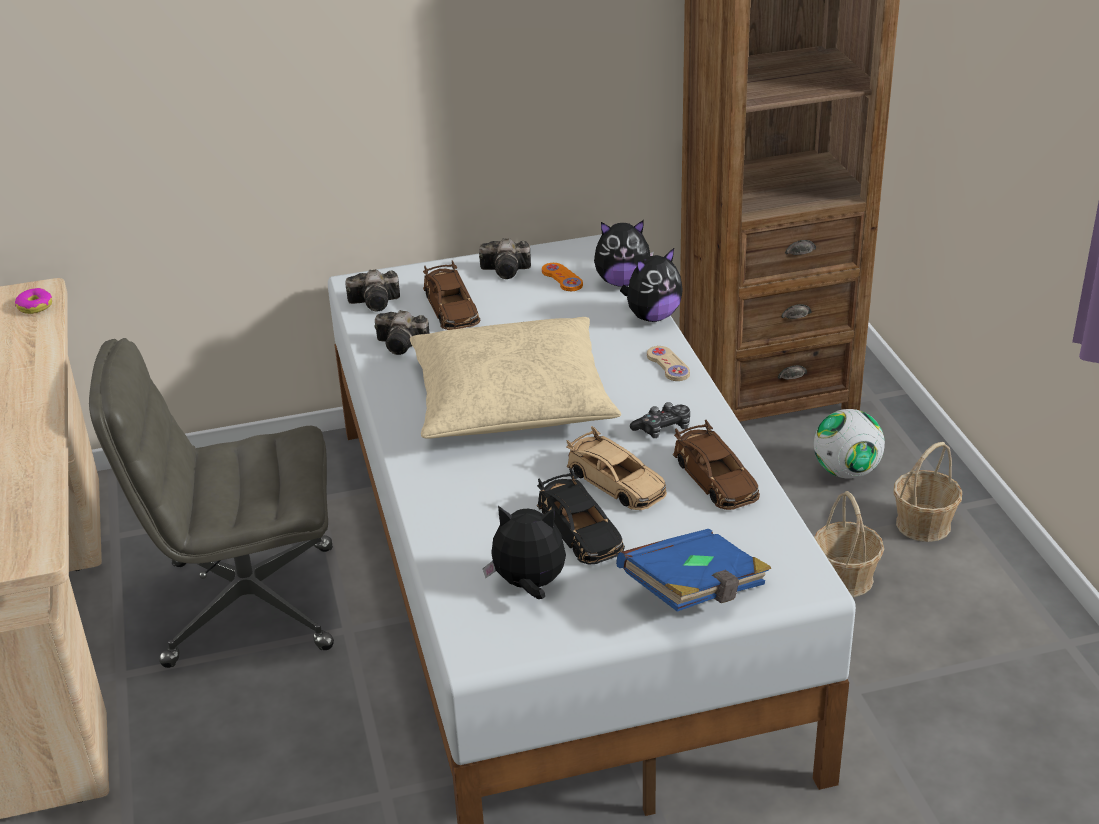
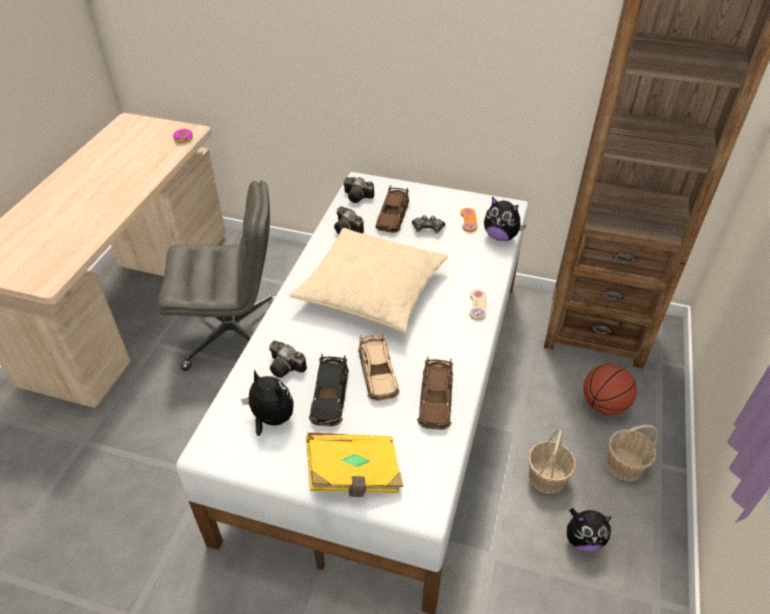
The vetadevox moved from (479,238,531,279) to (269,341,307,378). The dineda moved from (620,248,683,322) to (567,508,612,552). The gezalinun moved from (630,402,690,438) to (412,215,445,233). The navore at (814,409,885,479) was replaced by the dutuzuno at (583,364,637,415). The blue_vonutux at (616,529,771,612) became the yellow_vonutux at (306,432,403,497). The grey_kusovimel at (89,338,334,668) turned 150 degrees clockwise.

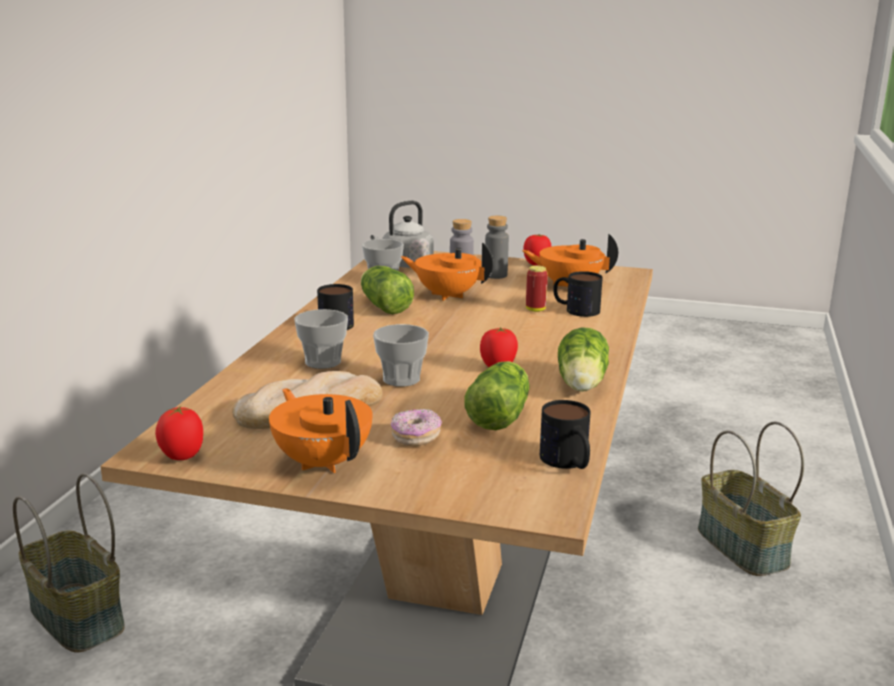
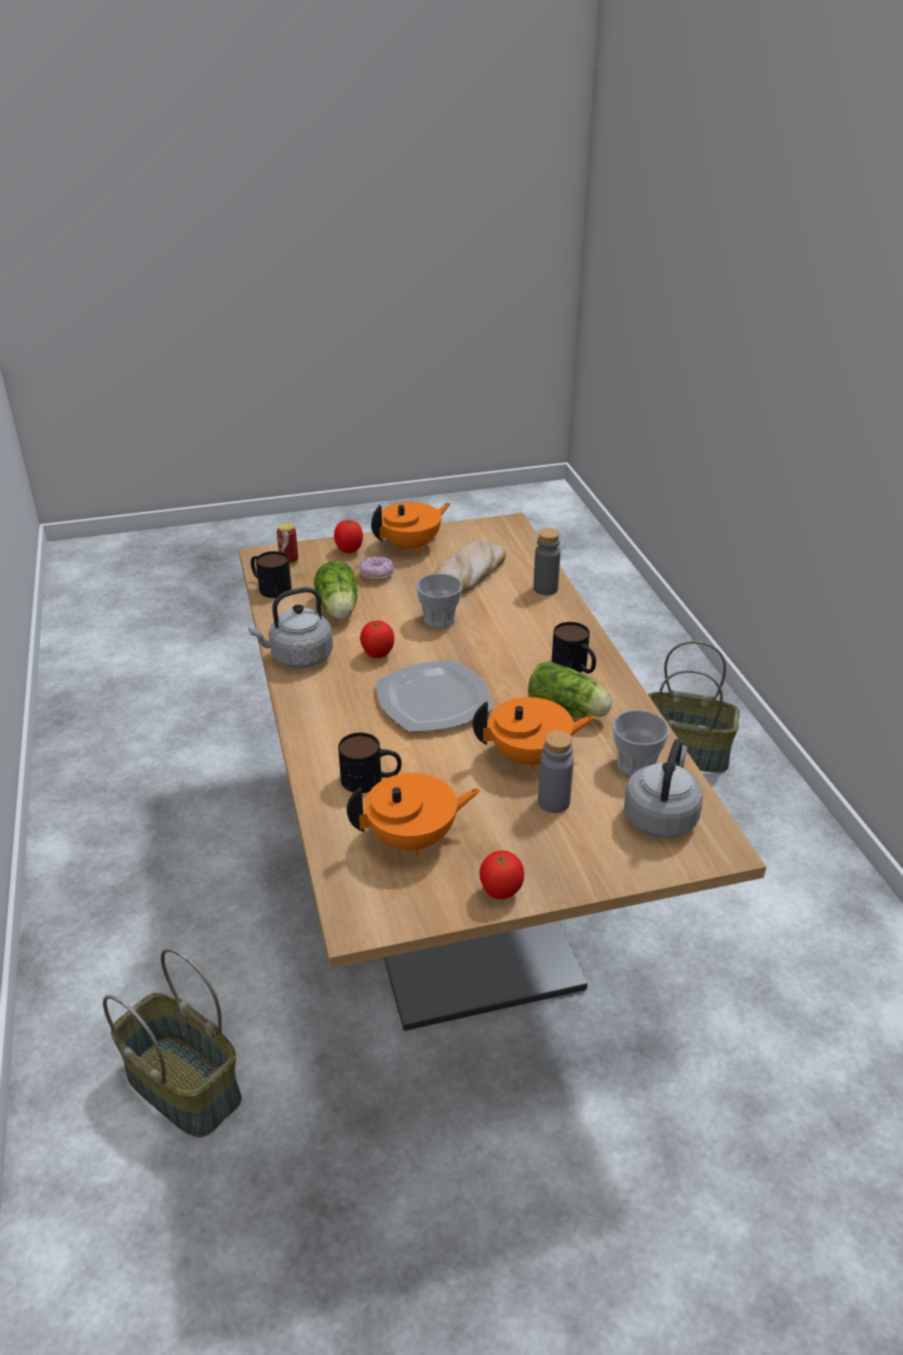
The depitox at (295,309,348,369) disappeared. The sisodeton at (376,660,494,732) appeared. The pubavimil moved from (155,406,203,460) to (334,520,363,553). The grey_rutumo moved from (485,216,509,279) to (533,528,560,595). The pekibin moved from (526,266,548,312) to (277,523,298,565). The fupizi at (558,327,609,392) was replaced by the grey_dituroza at (249,587,333,668). The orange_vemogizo at (269,388,372,473) turned 60 degrees counterclockwise.

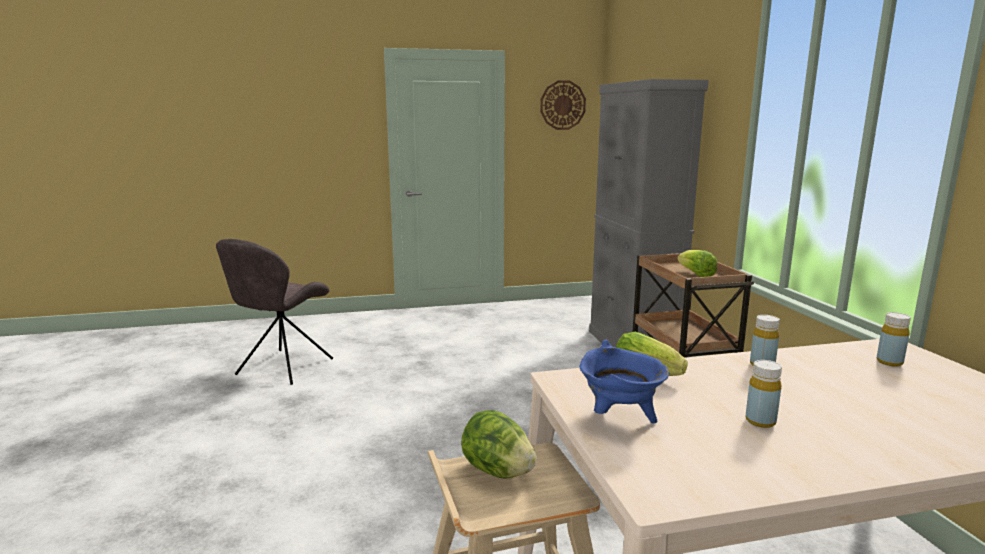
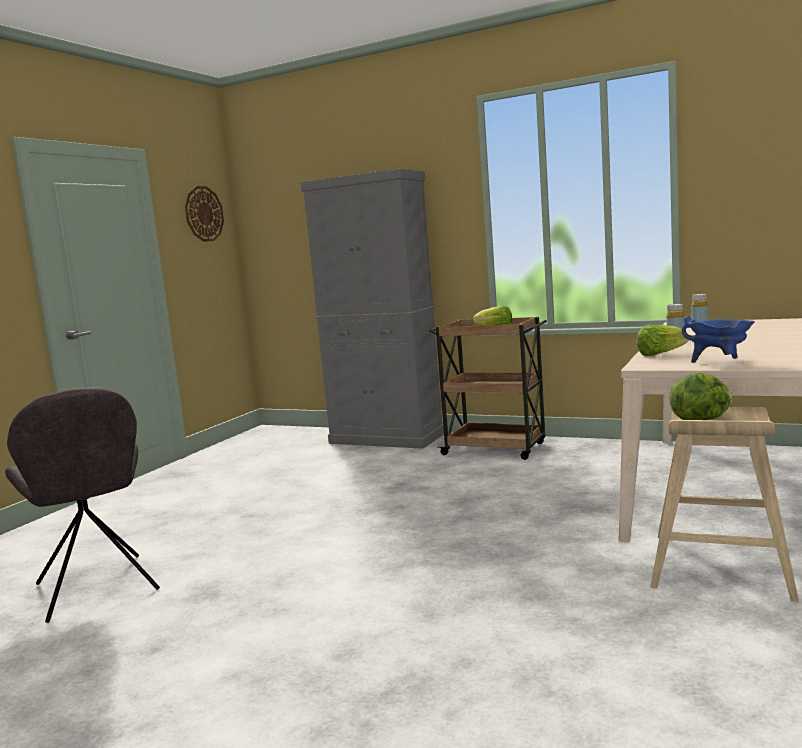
The yellow_rutumo at (745,360,782,428) disappeared.

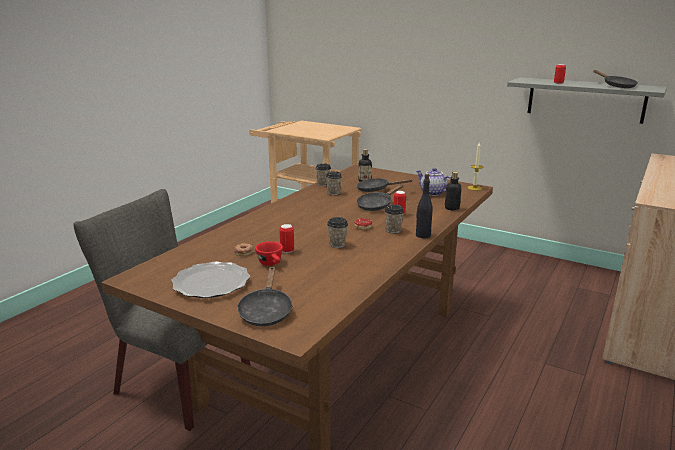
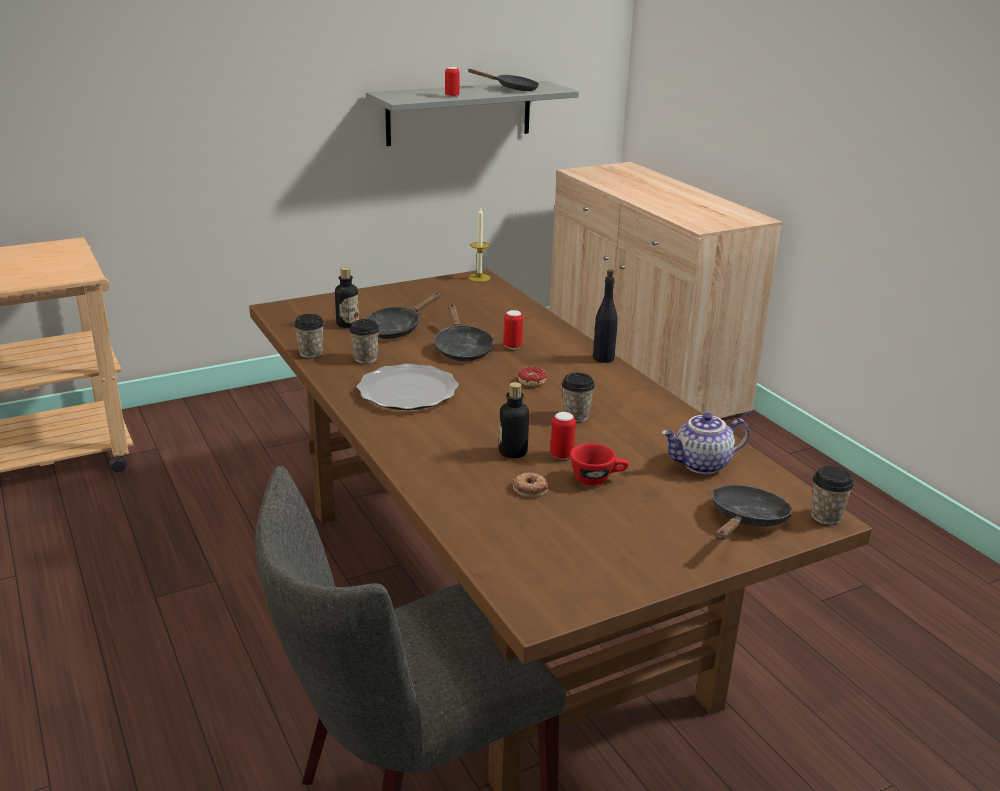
The sisodeton moved from (171,261,250,298) to (356,364,459,410). The depitox moved from (384,204,404,233) to (811,466,854,525). The vemogizo moved from (416,168,451,196) to (661,413,750,474). The rutumo moved from (445,172,462,211) to (499,382,529,458). The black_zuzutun at (237,266,293,326) turned 90 degrees counterclockwise.

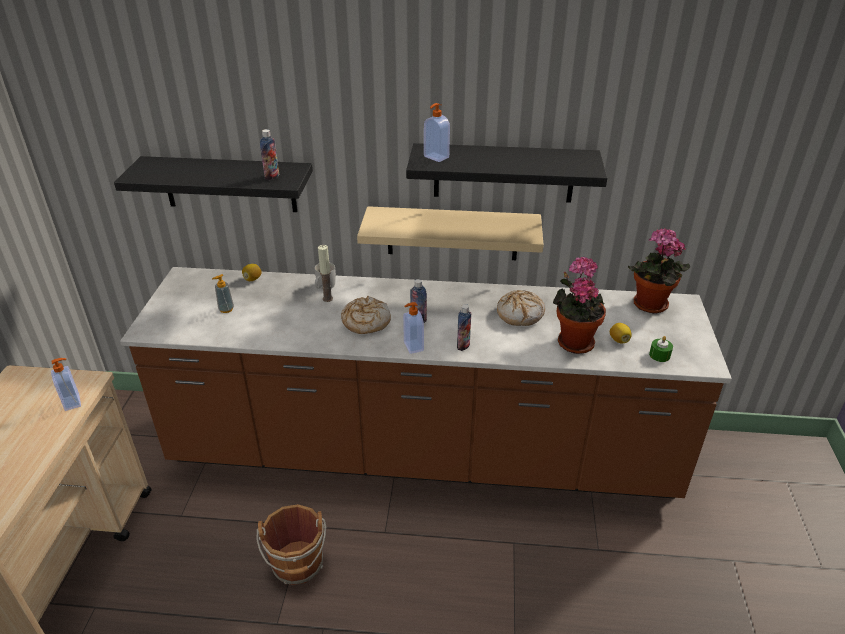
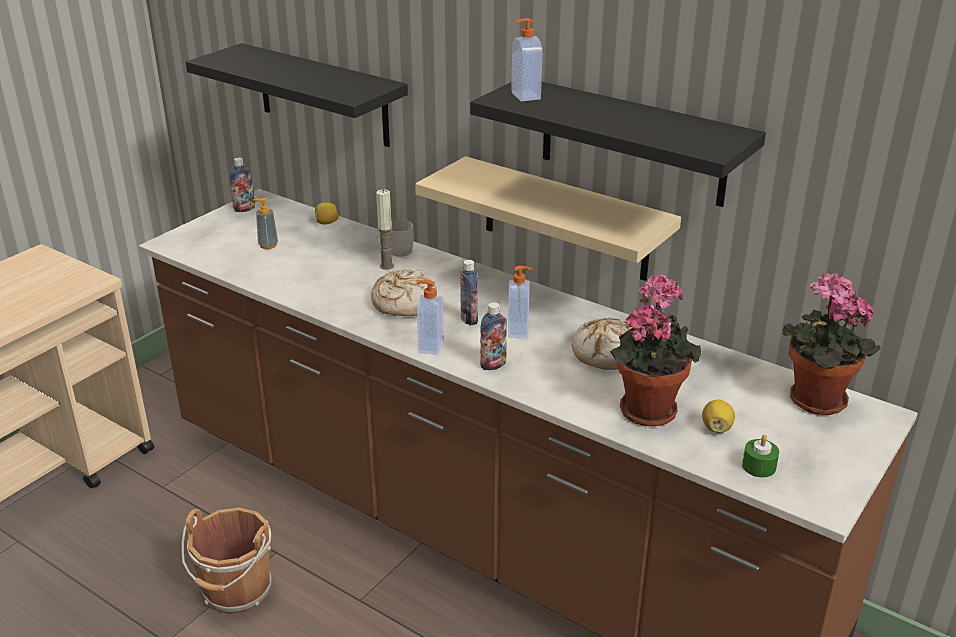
The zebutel moved from (51,358,81,411) to (508,266,532,338). The rutumo moved from (260,129,279,180) to (229,157,255,212).

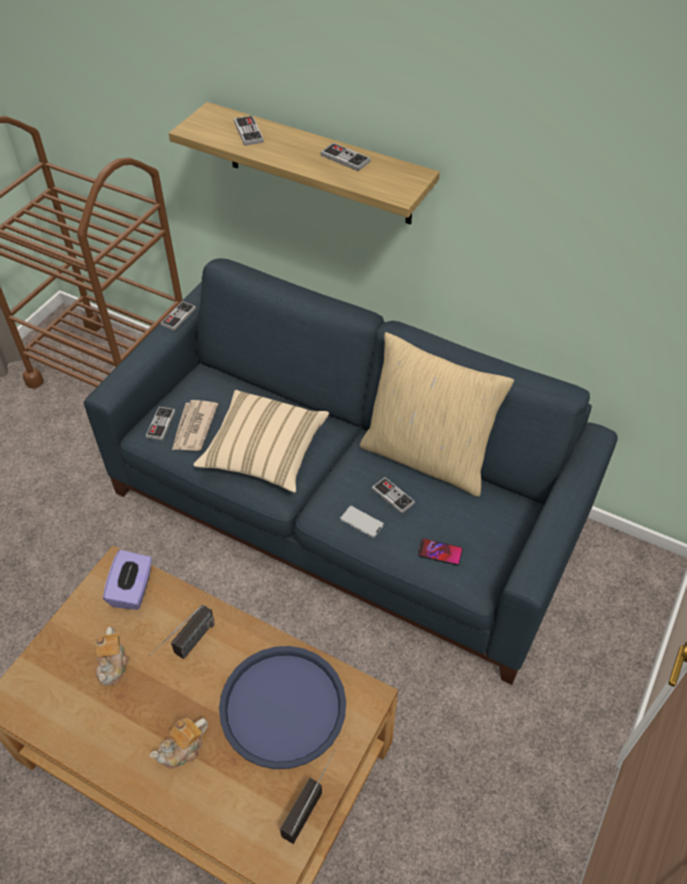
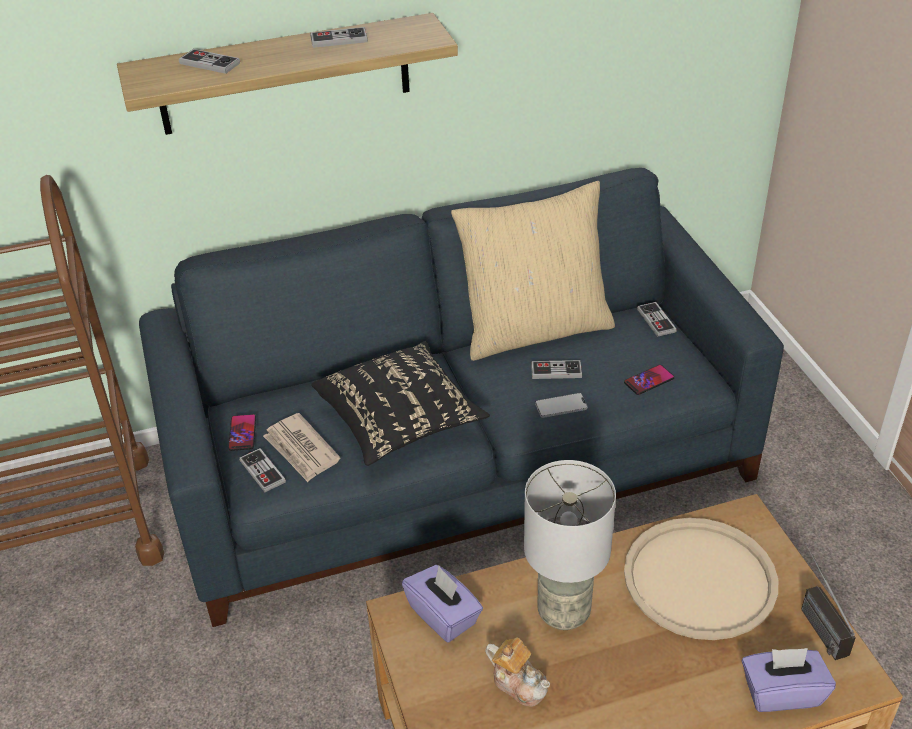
The vemogizo at (150,717,208,769) disappeared. The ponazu at (228,414,256,451) appeared. The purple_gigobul at (742,648,836,712) appeared. The gezalinun moved from (160,301,196,331) to (637,302,677,337). The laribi at (150,605,215,659) was replaced by the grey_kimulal at (524,460,616,630). The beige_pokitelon at (193,390,329,493) became the black_pokitelon at (311,341,490,466). The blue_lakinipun at (219,646,346,769) became the beige_lakinipun at (624,518,778,640).

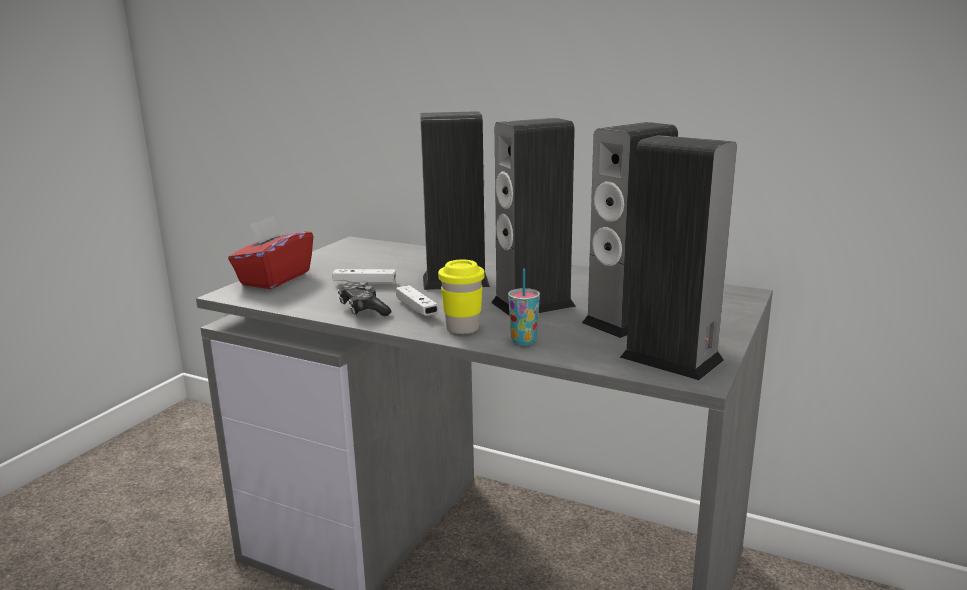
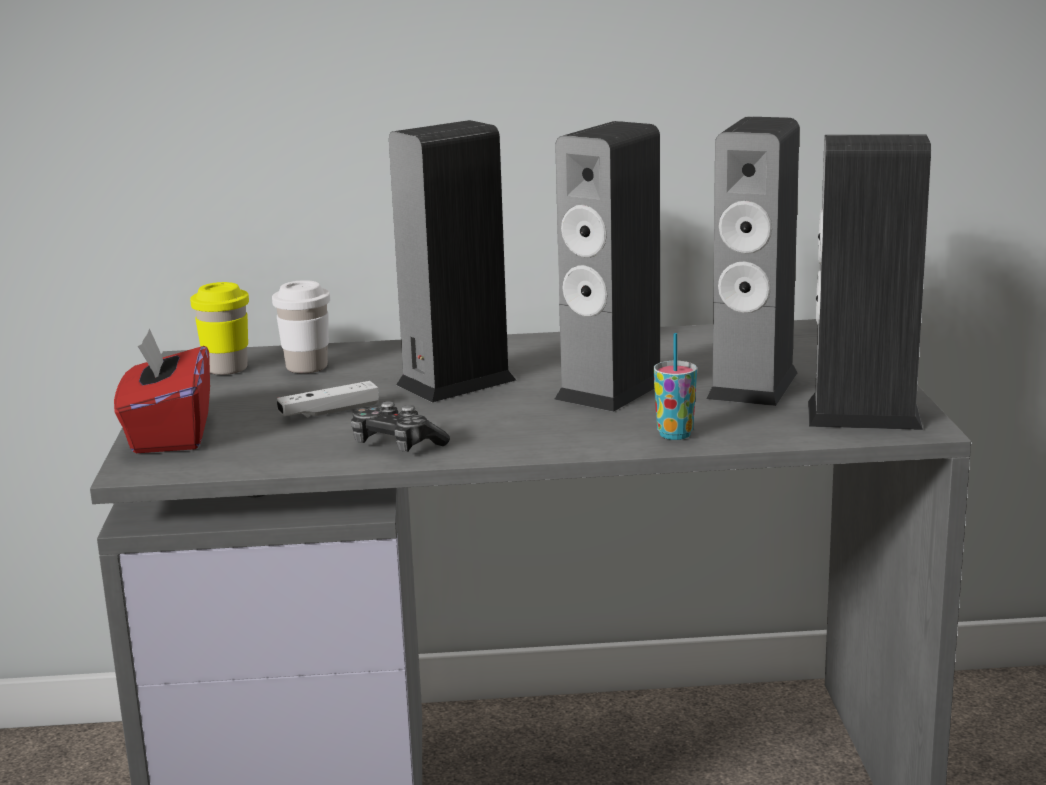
The white_gezalinun at (396,285,439,316) disappeared. The white_depitox at (272,280,330,373) appeared. The yellow_depitox moved from (438,259,485,334) to (190,282,249,375).

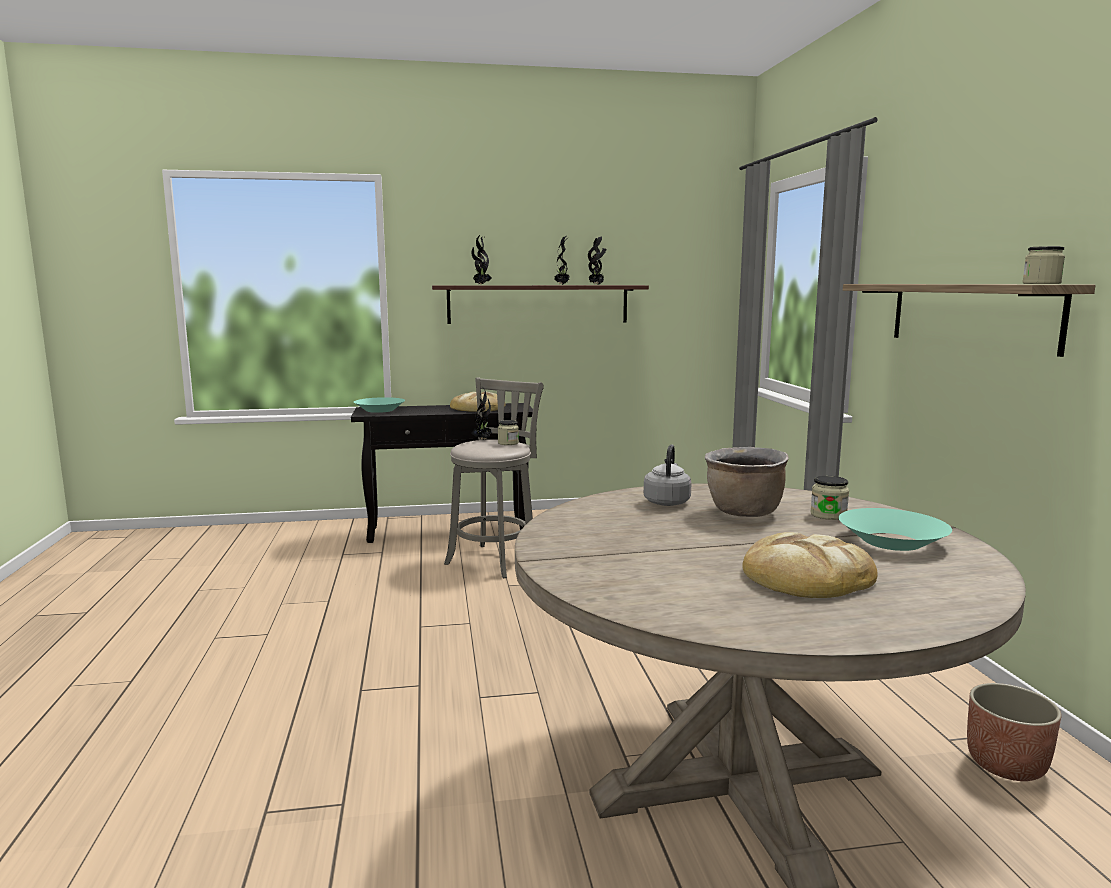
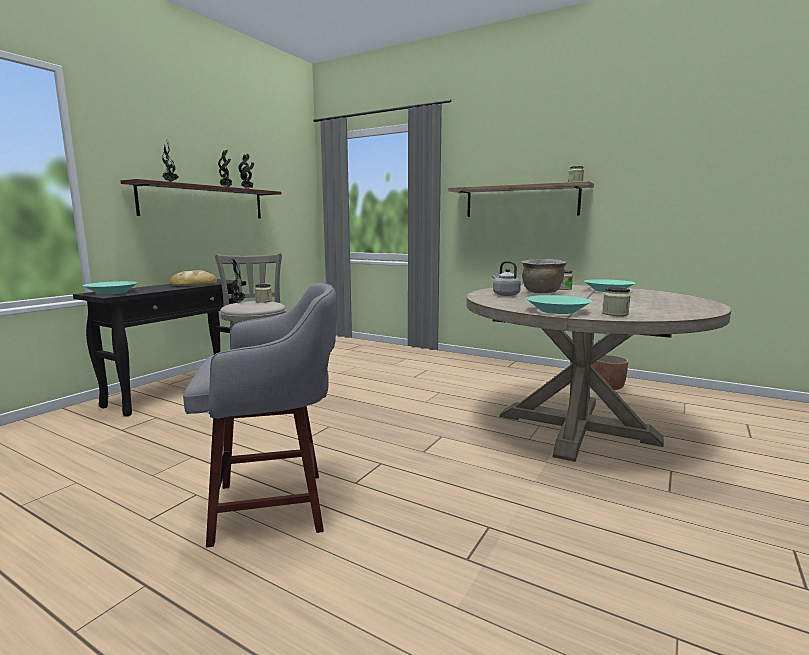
The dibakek at (742,532,878,598) disappeared. The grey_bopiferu at (183,283,337,548) appeared. The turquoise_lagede at (526,295,592,314) appeared. The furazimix at (602,287,631,316) appeared.

